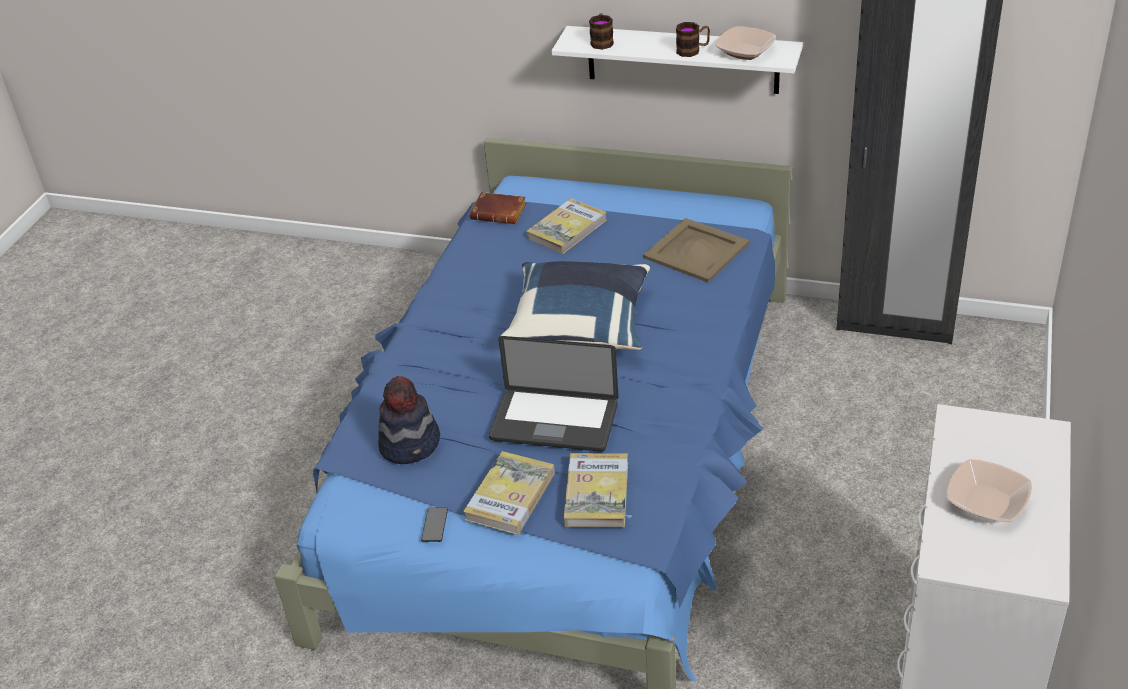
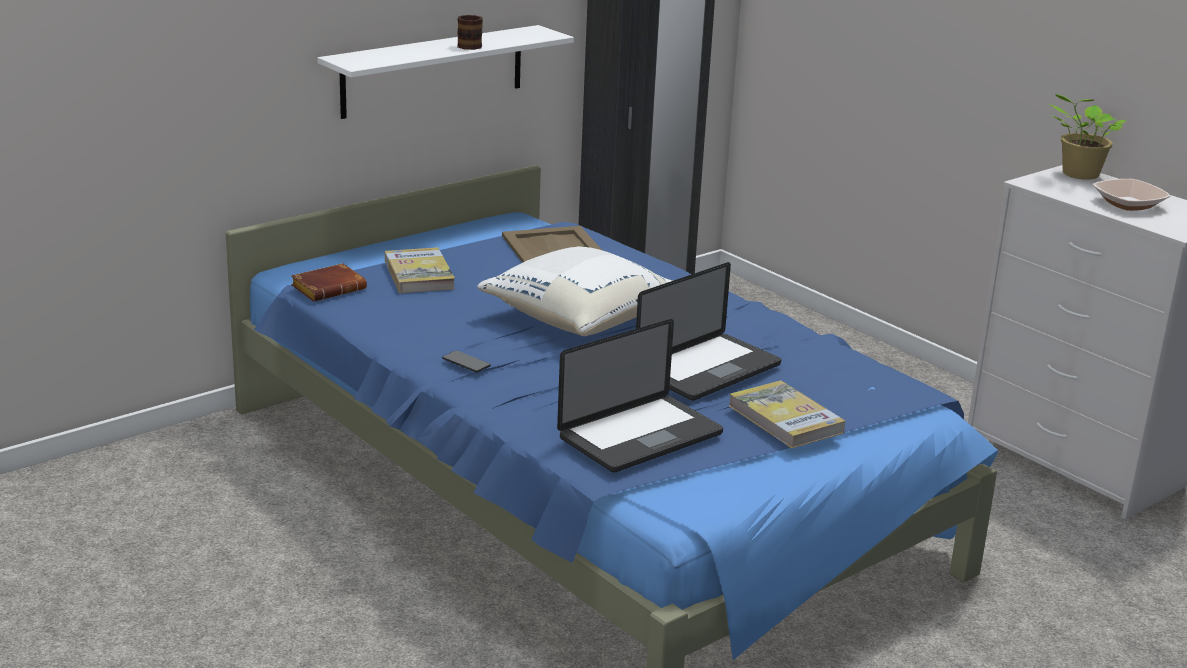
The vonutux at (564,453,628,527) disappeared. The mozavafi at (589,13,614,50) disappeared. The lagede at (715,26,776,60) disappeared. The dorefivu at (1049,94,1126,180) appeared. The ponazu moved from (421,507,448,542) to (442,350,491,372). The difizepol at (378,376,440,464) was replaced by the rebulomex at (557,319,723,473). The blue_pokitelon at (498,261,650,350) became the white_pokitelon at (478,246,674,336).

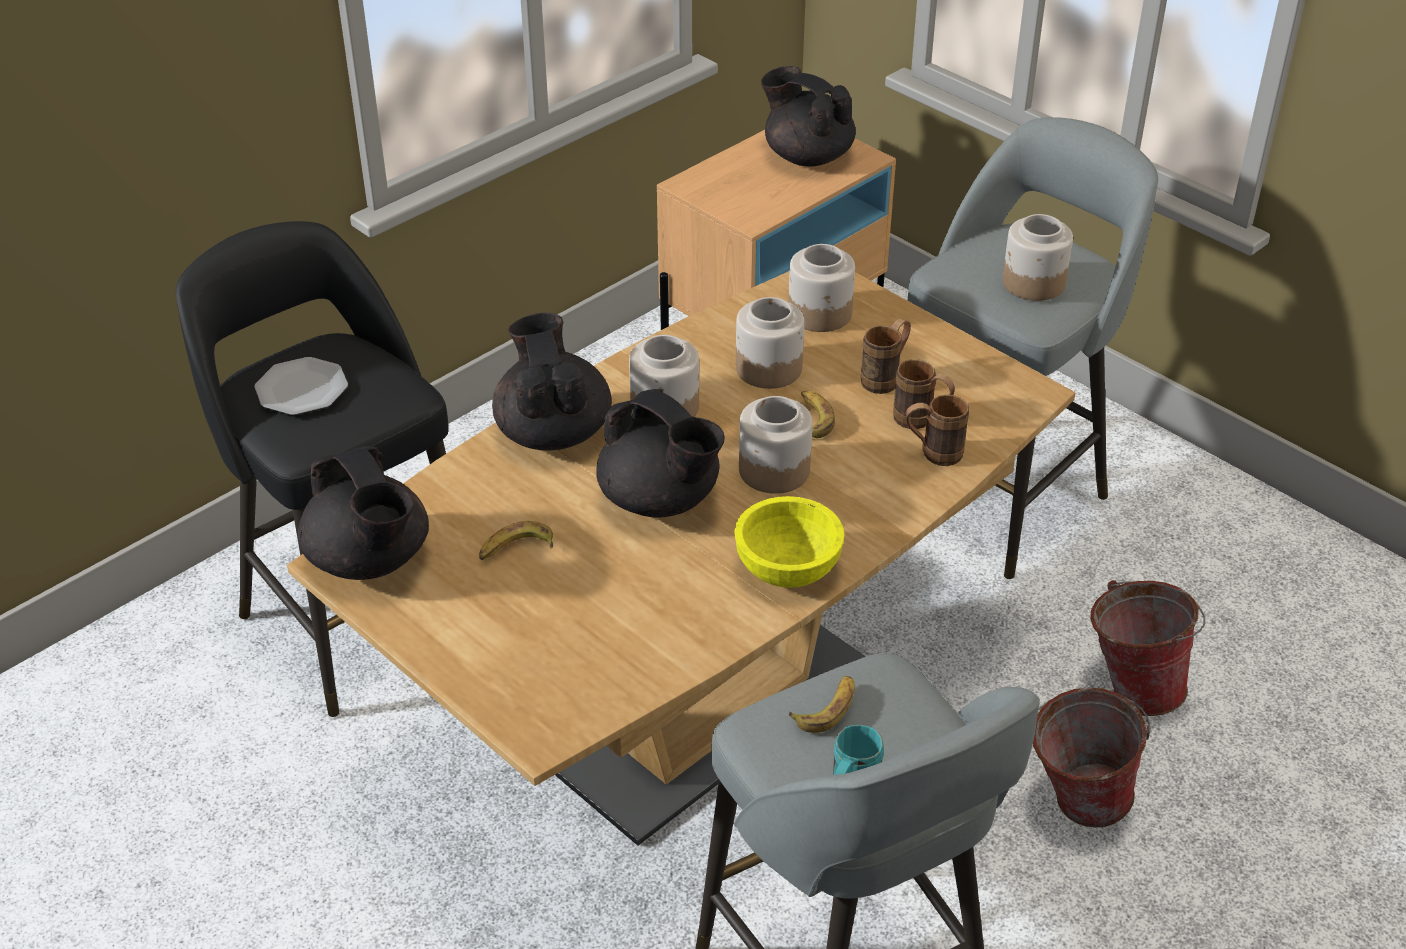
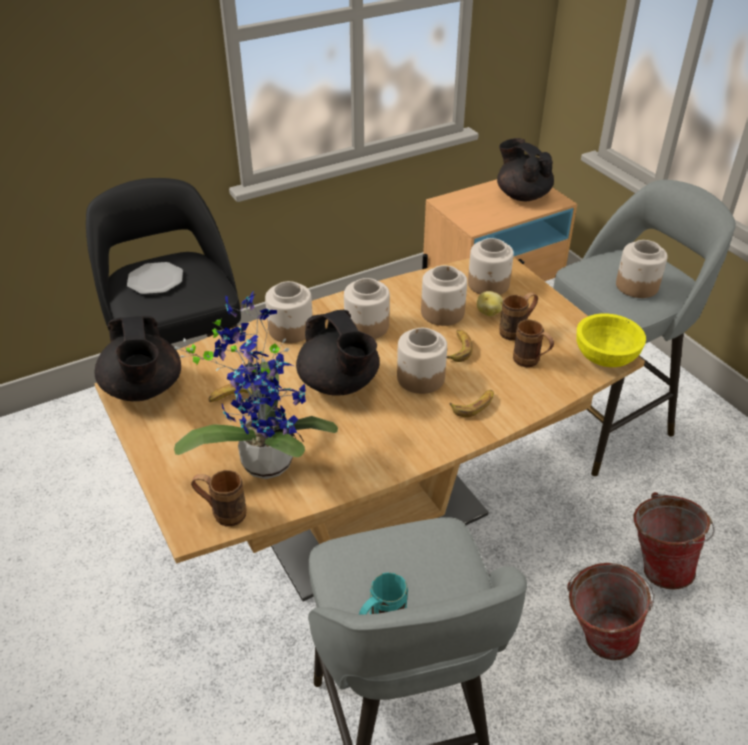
The dorefivu at (174,290,338,479) appeared. The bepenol at (477,291,503,316) appeared. The yellow_lagede moved from (734,496,845,588) to (576,314,646,367). The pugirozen moved from (789,676,855,733) to (450,390,494,417). The brown_mozavafi moved from (906,395,969,466) to (191,470,247,526). The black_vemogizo at (492,313,612,451) was replaced by the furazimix at (265,281,313,343).

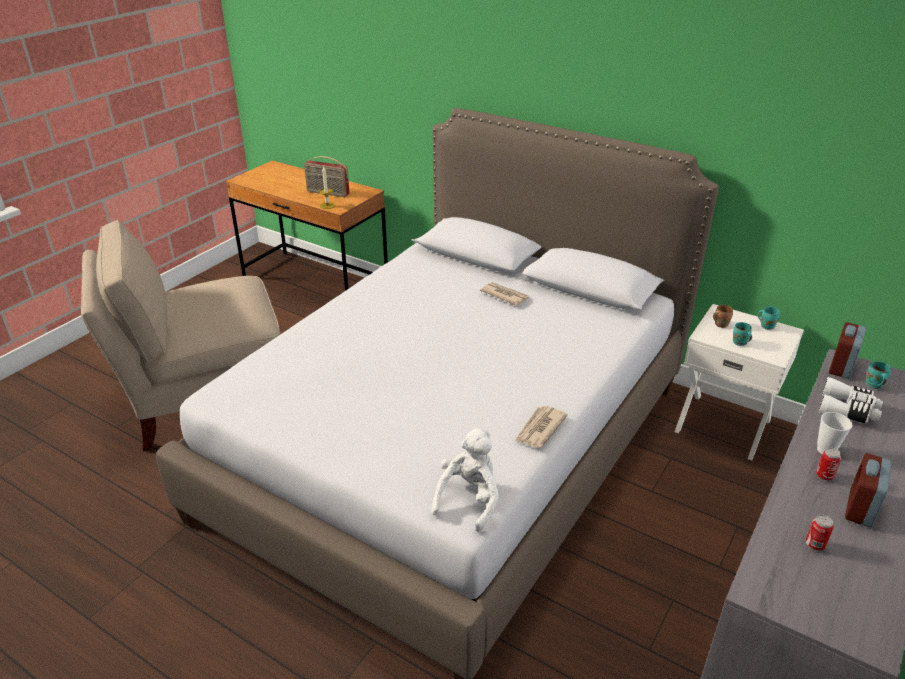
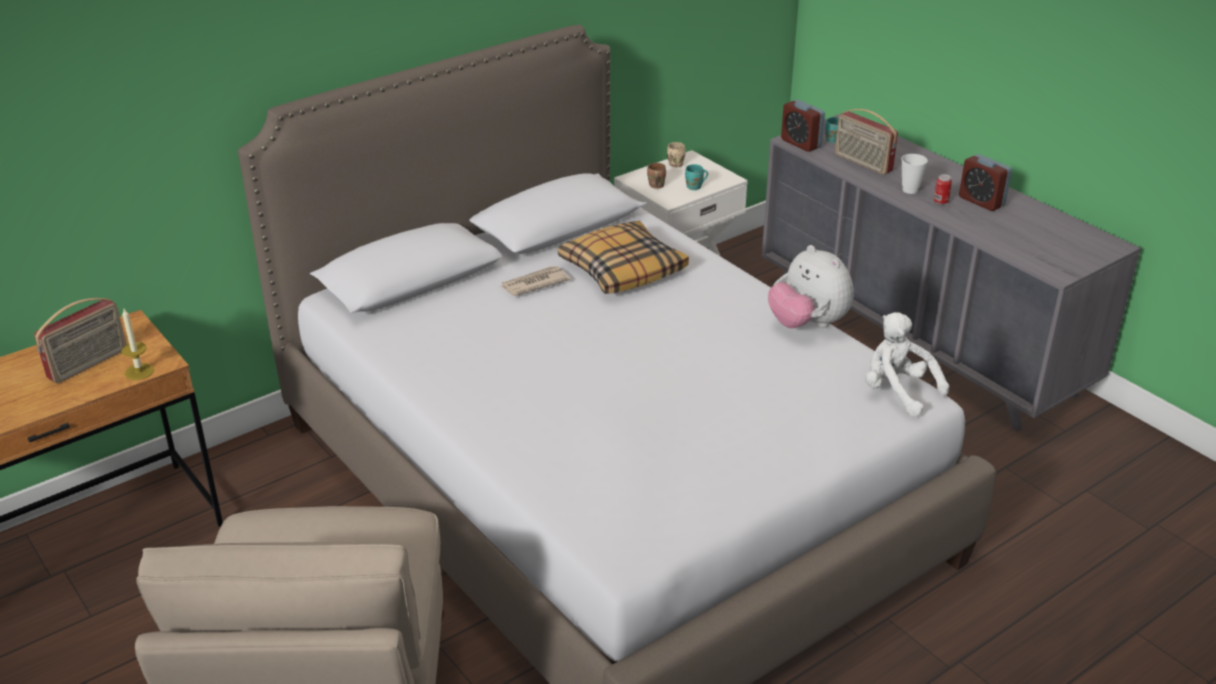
The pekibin at (806,515,834,550) disappeared. The pokitelon at (558,221,689,294) appeared. The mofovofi at (514,406,568,448) was replaced by the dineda at (768,245,854,328). The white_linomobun at (818,377,883,424) was replaced by the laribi at (835,109,898,175). The turquoise_mozavafi at (758,307,780,330) became the beige_mozavafi at (667,142,686,167).

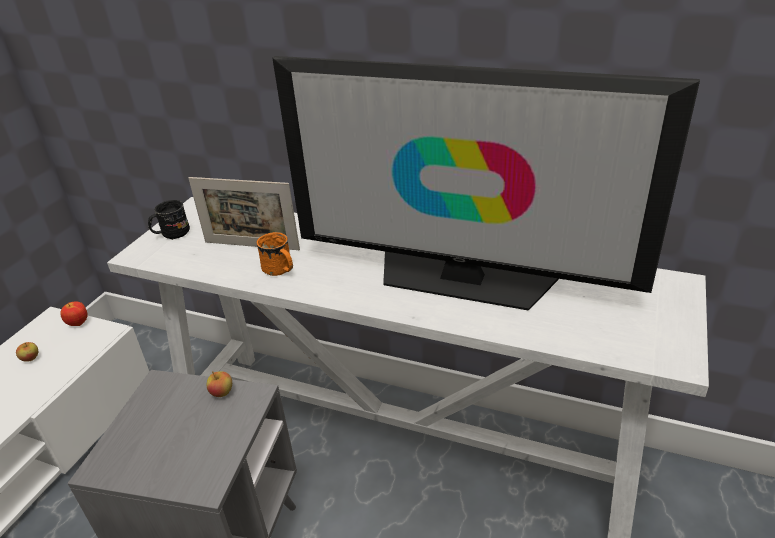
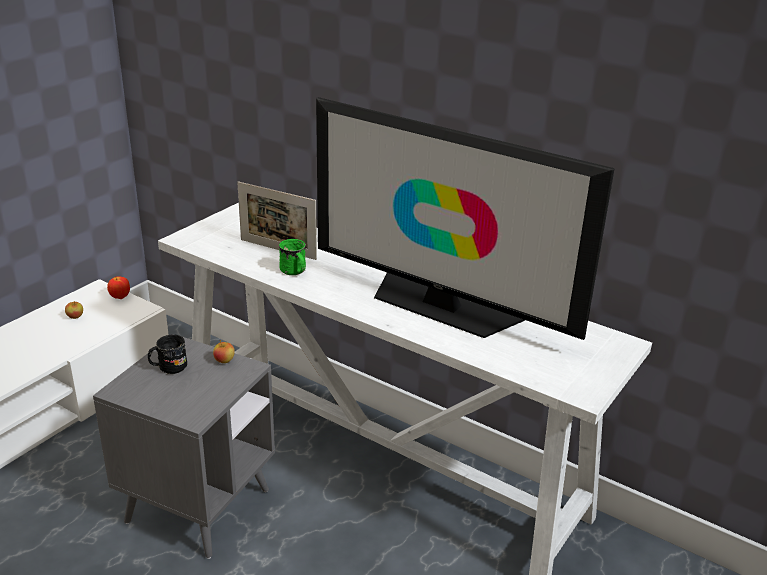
The black_mozavafi moved from (148,200,190,240) to (148,335,187,374). The orange_mozavafi at (256,232,293,276) became the green_mozavafi at (279,239,306,275).

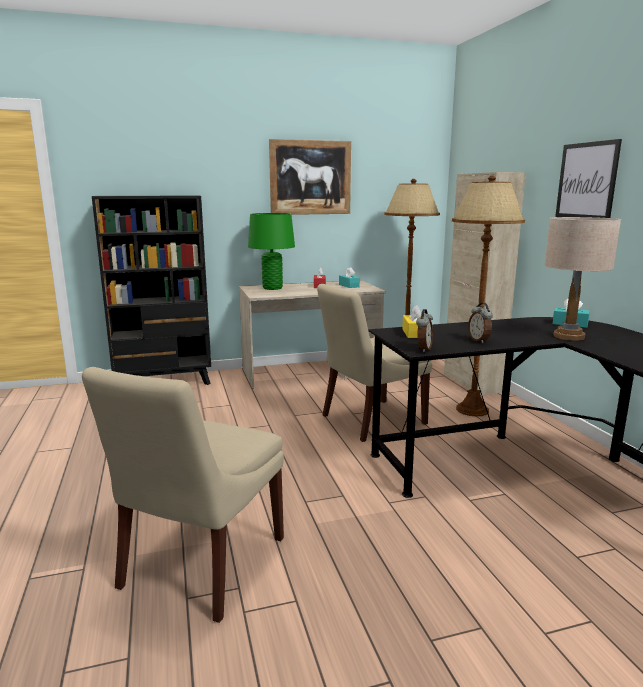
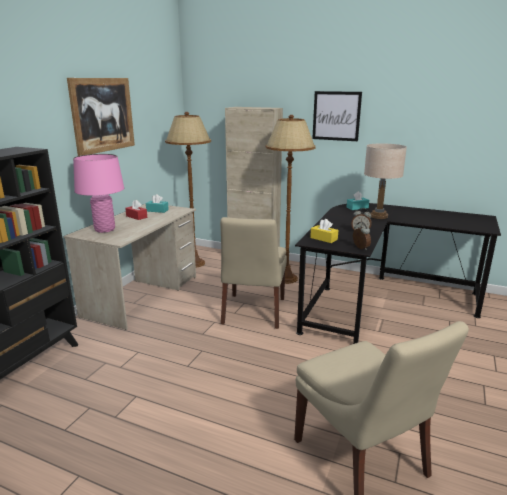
The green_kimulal at (248,213,295,290) became the pink_kimulal at (73,154,124,233).

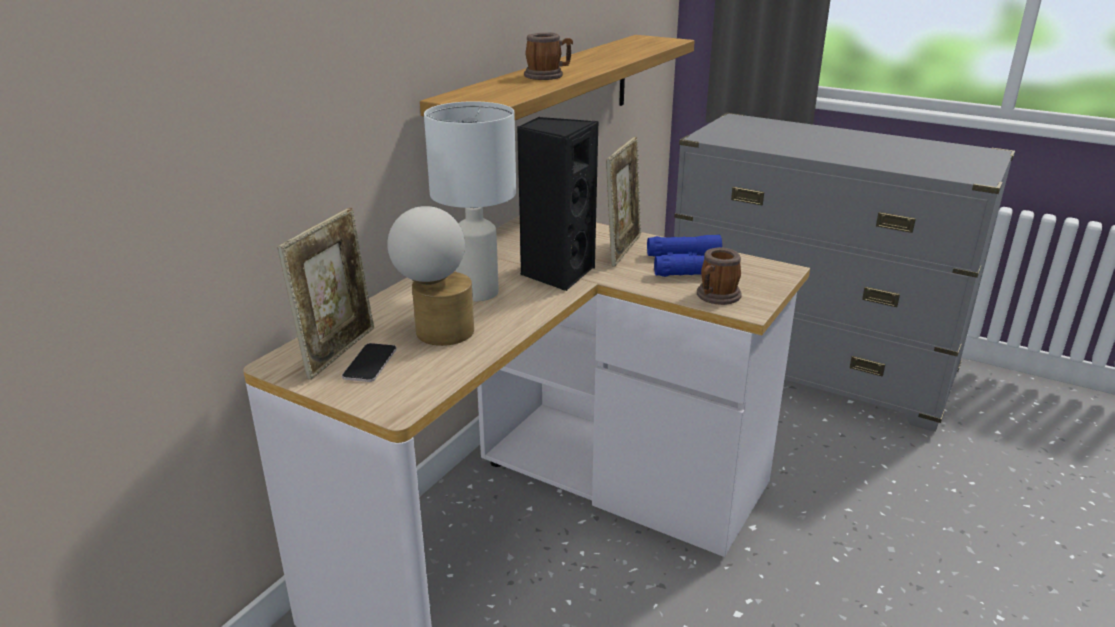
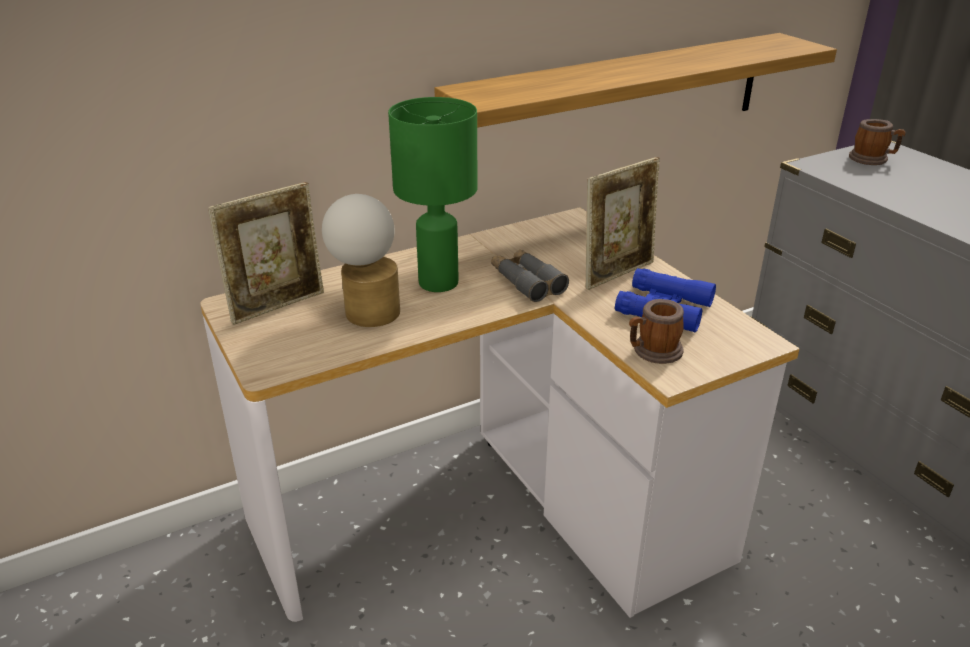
The ponazu at (342,343,397,382) disappeared. The mozavafi moved from (524,32,573,80) to (849,119,906,165). The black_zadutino at (517,117,598,291) was replaced by the grey_linomobun at (491,249,569,302). The white_kimulal at (424,101,516,301) became the green_kimulal at (388,97,478,292).

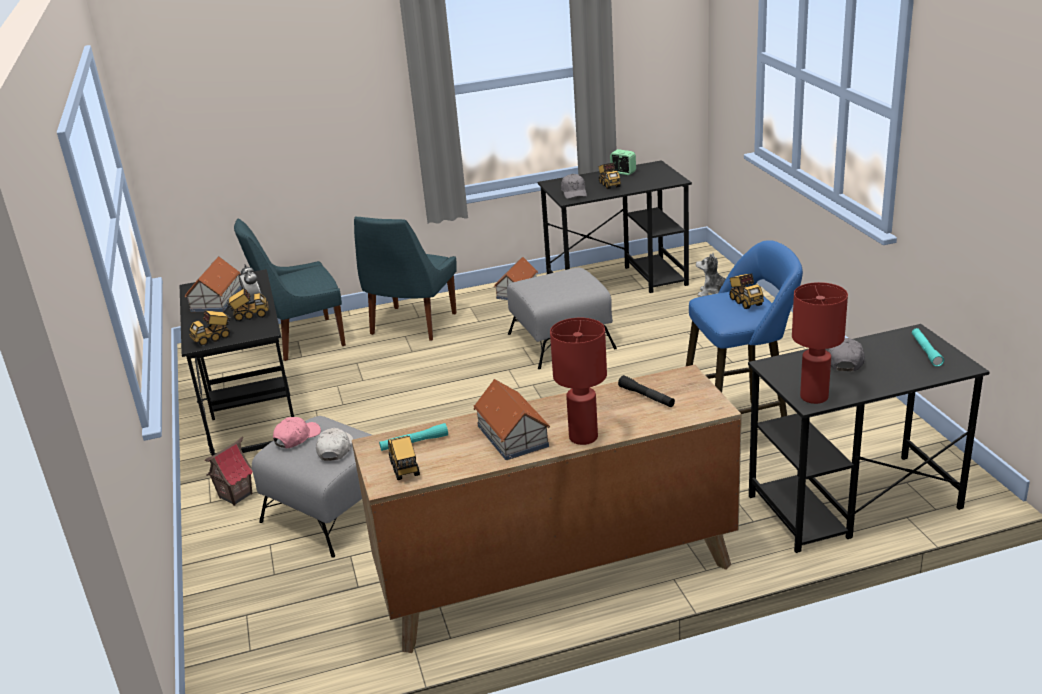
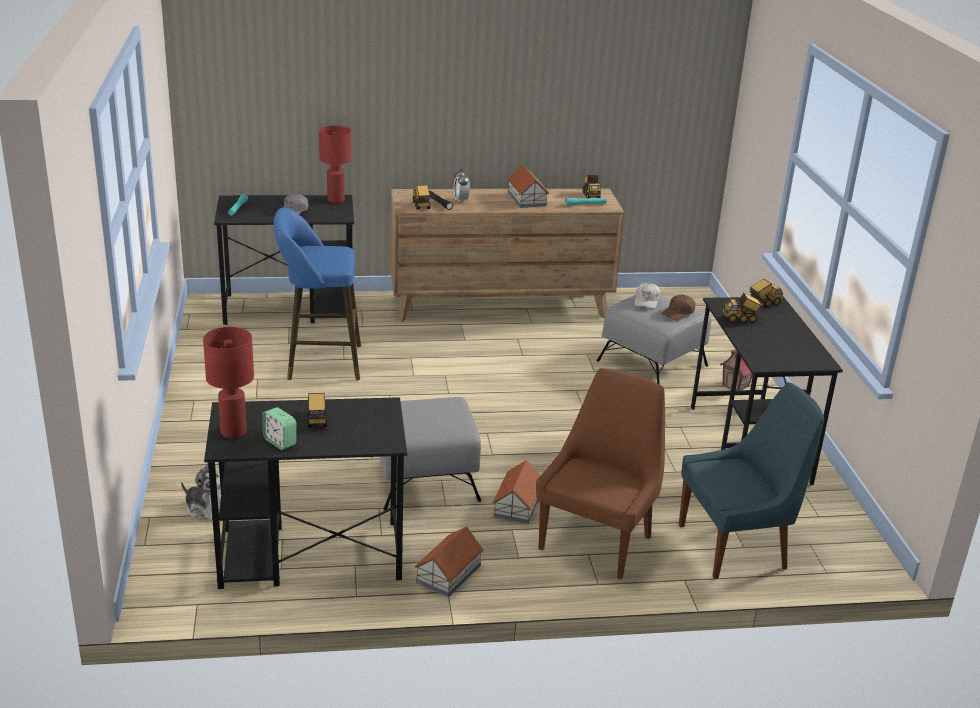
The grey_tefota at (561,174,587,199) disappeared. The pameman moved from (185,256,242,312) to (492,460,541,524). The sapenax moved from (240,264,261,303) to (454,169,470,202). The red_kimulal moved from (550,317,607,445) to (203,327,254,438). The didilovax moved from (729,274,764,309) to (413,185,431,209). The pink_tefota at (273,417,321,448) became the brown_tefota at (661,295,695,321). The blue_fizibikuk at (354,216,457,341) became the brown_fizibikuk at (536,368,665,579).

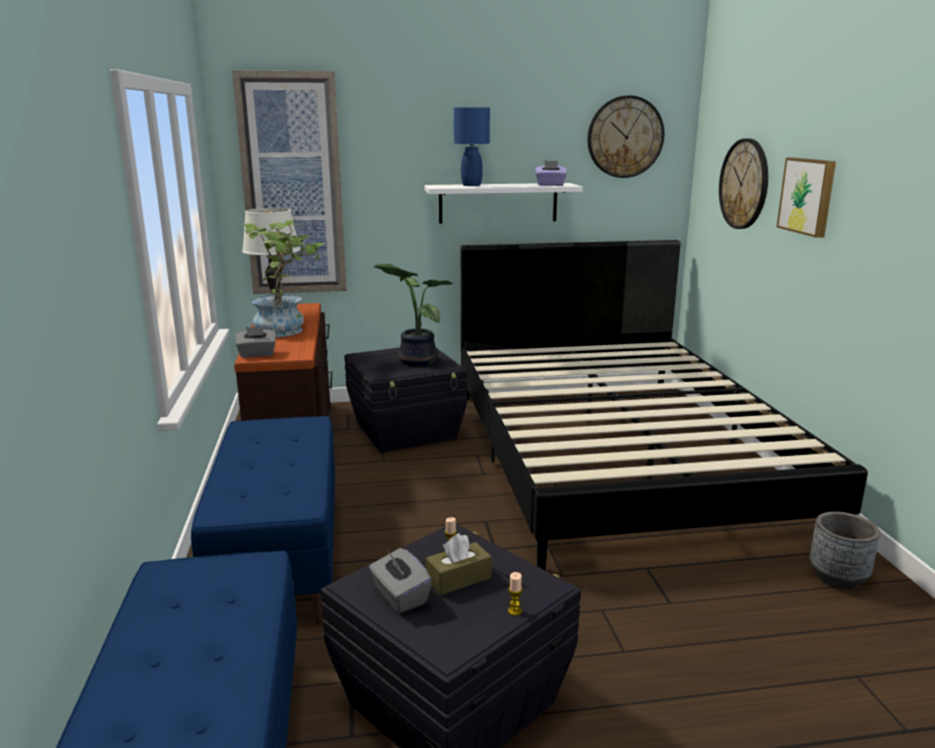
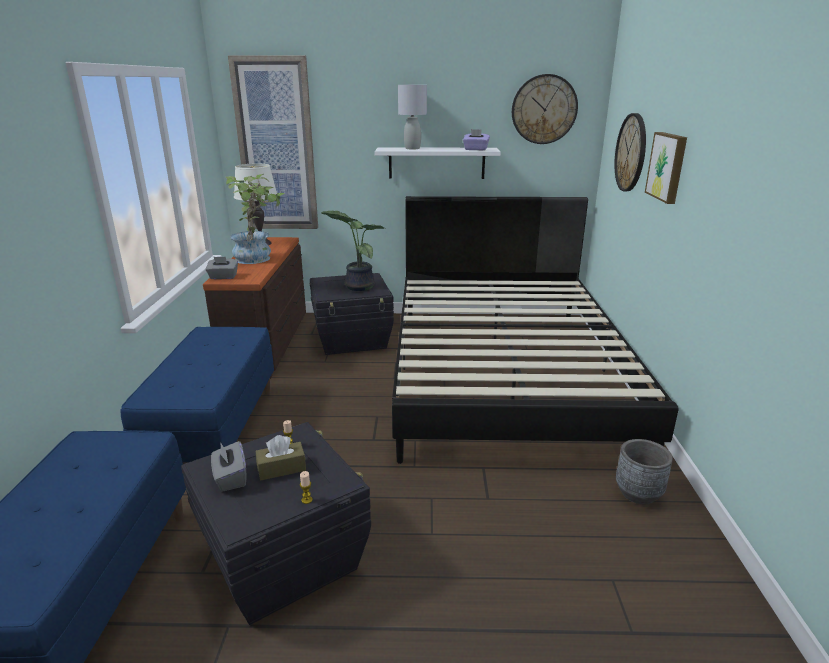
The blue_kimulal at (454,107,490,186) became the grey_kimulal at (398,85,427,149).

